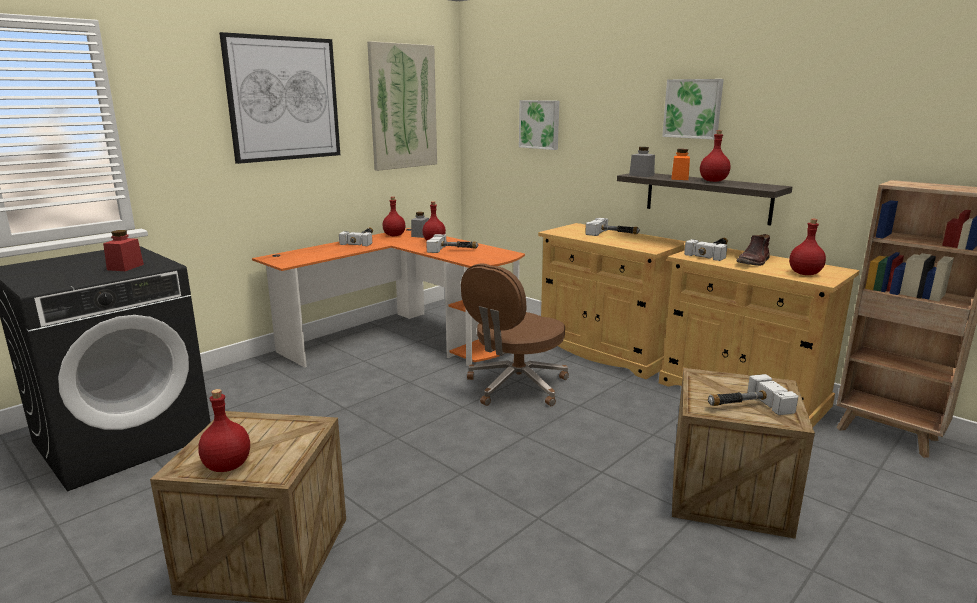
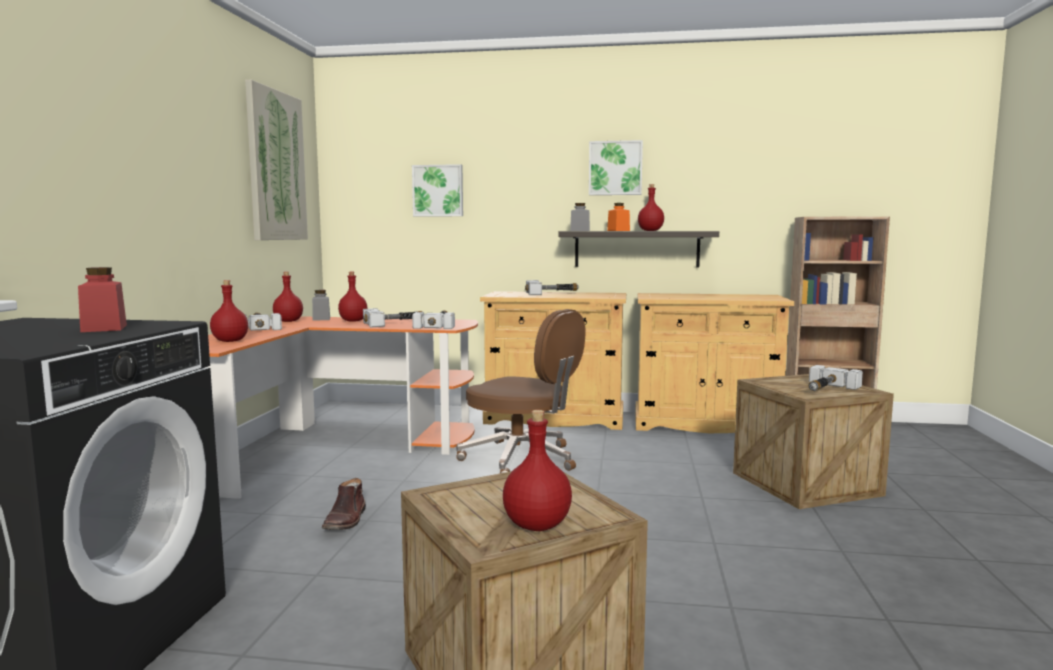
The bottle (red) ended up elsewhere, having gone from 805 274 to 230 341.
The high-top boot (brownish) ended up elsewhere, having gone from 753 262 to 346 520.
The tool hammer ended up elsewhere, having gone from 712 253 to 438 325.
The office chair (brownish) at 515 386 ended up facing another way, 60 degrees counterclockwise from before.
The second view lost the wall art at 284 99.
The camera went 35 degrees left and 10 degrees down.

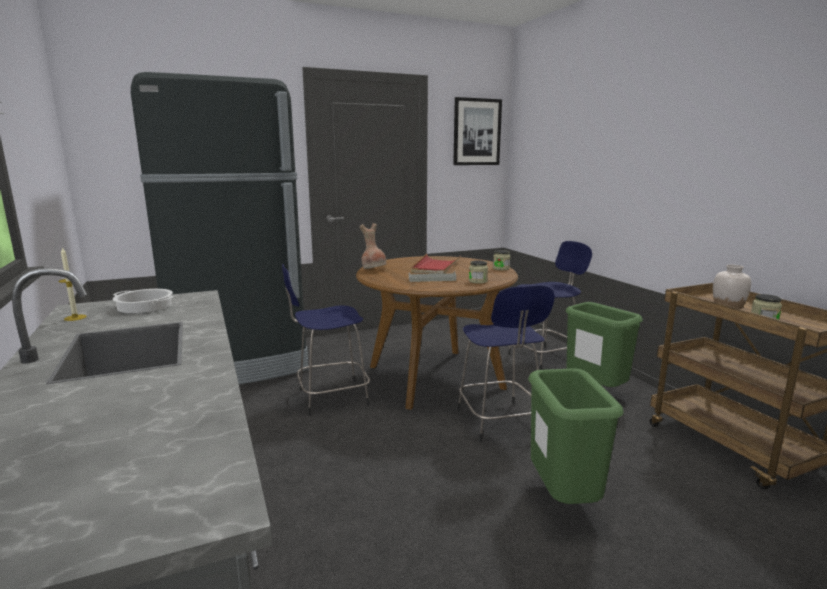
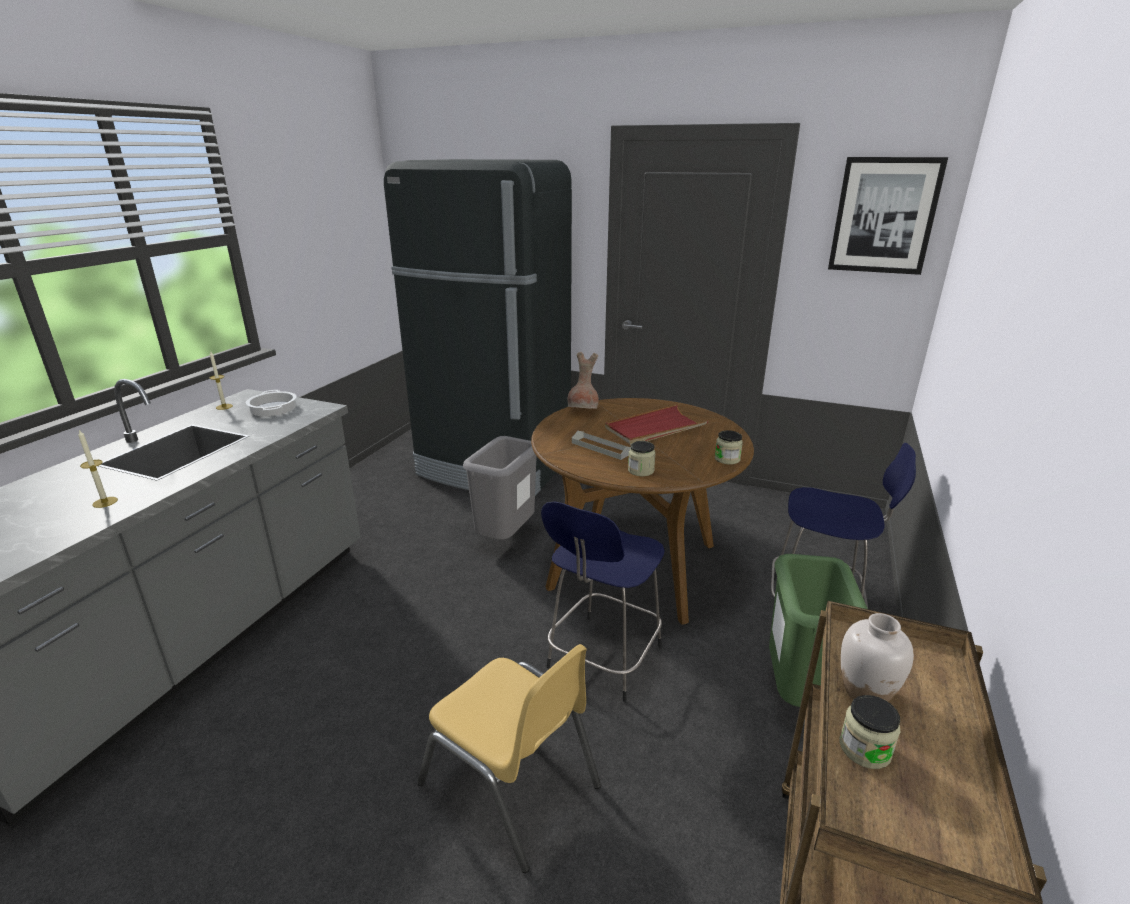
The second view gained the wax light at 105 502.
Where the rubbish bin (greenish) stood at 564 500, the chair (yellowish) came to stand at 511 785.
Where the sitting stool (blue-coloured) stood at 330 397, the rubbish bin (greyish) came to stand at 505 538.
The camera went 45 degrees right and 10 degrees up.

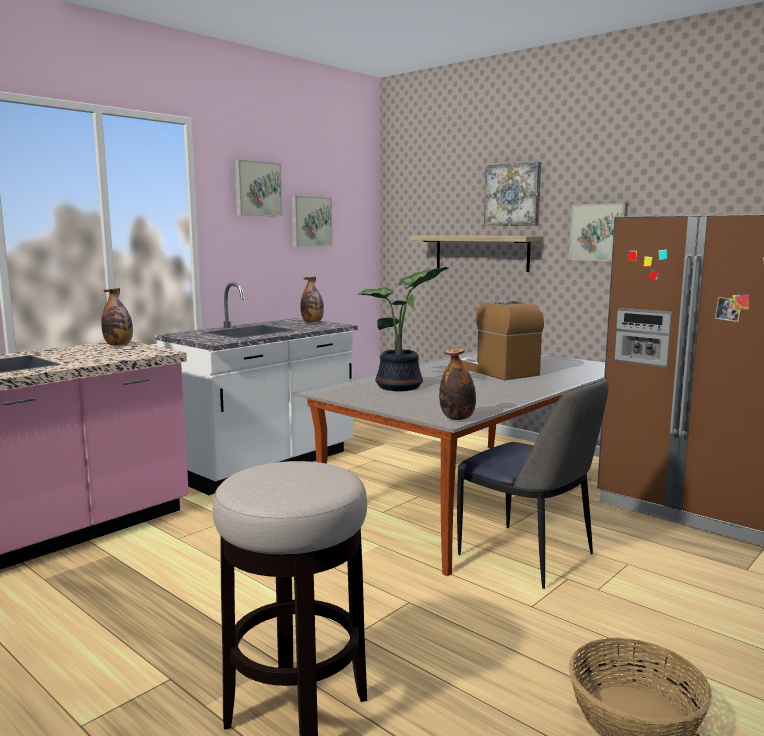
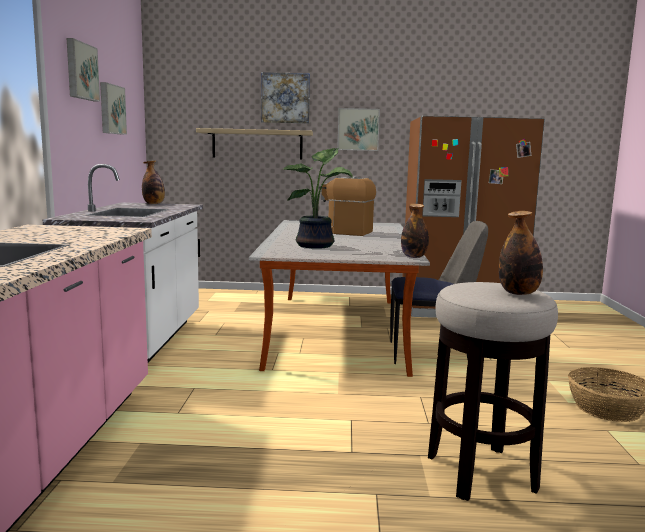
The bottle ended up elsewhere, having gone from 118 345 to 518 293.
The camera went 40 degrees left and 0 degrees up.

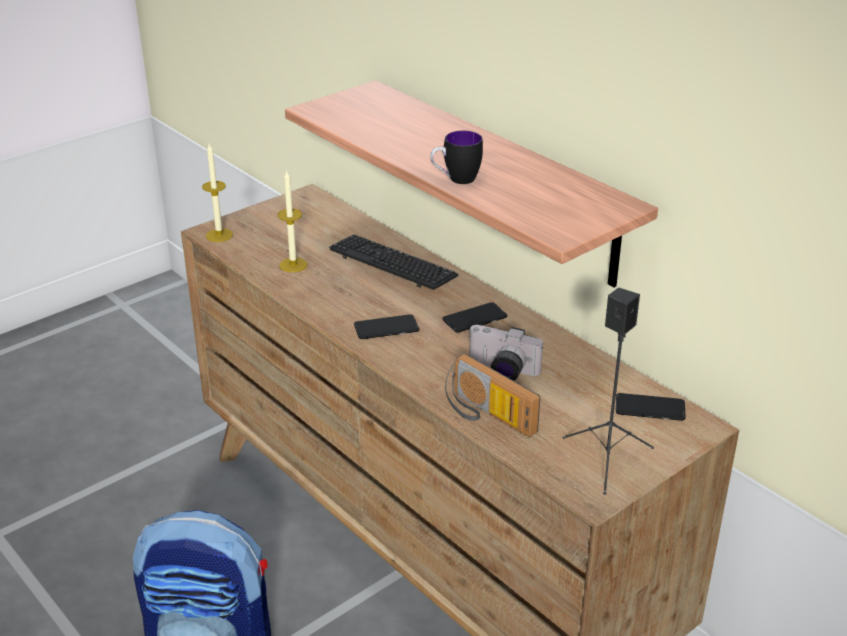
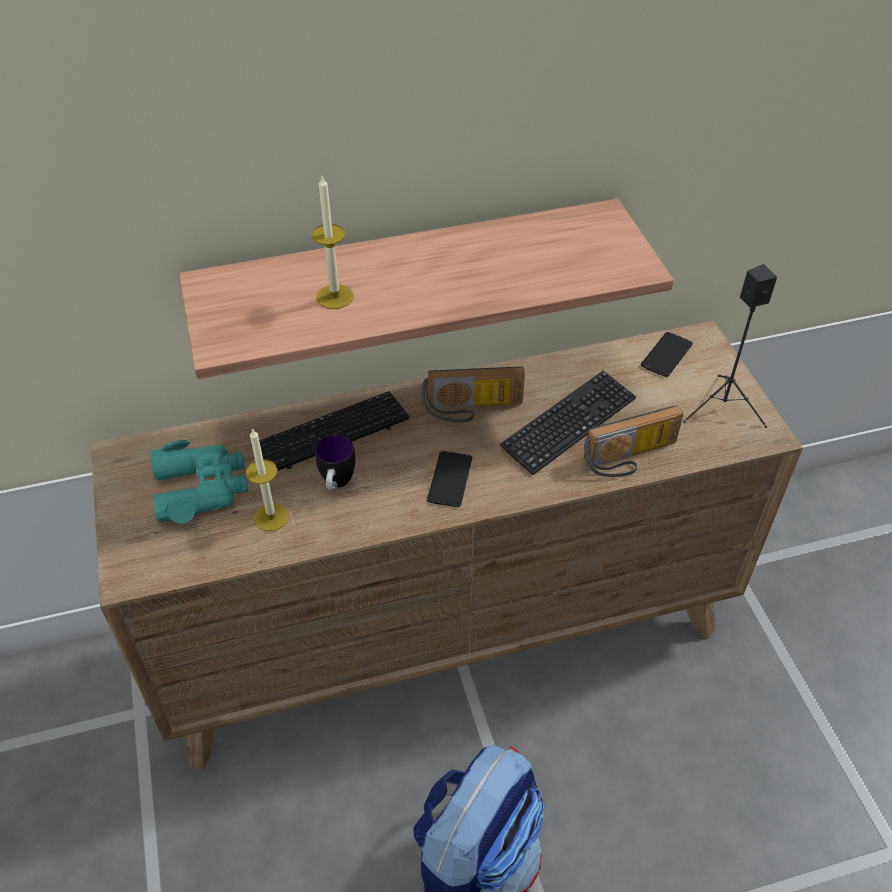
The second view gained the pair of binoculars (turquoise) at 201 488.
The wax light ended up elsewhere, having gone from 219 235 to 335 296.
The mug ended up elsewhere, having gone from 455 180 to 336 484.
Where the handset stood at 474 318, the radio receiver came to stand at 472 409.
Where the photo camera stood at 501 371, the computer keyboard came to stand at 569 423.
The camera went 65 degrees left and 15 degrees up.

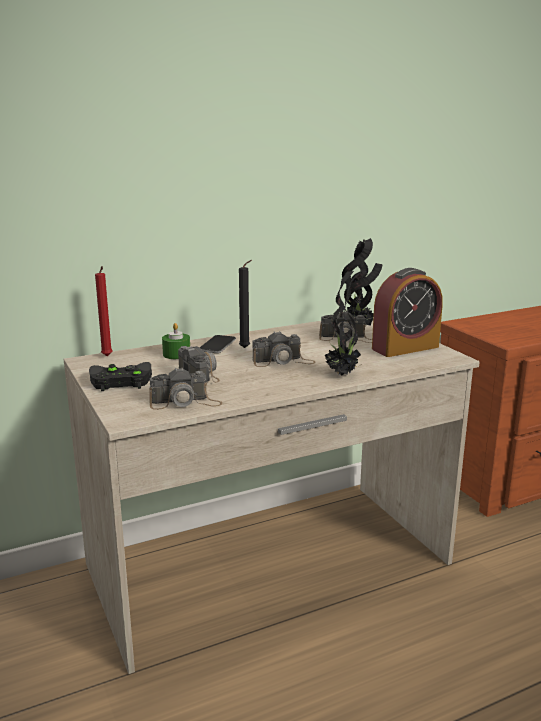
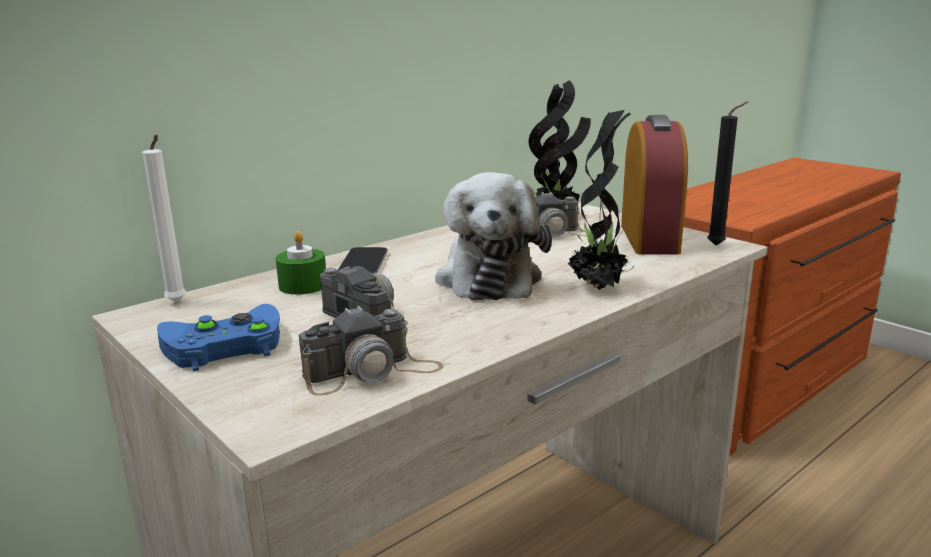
What was the wax light (red) at 107 357 turned into the wax light (white) at 178 303.
What was the gamepad (black-coloured) at 119 381 turned into the gamepad (blue-coloured) at 220 346.
Where the photo camera stood at 283 361, the soft toy came to stand at 489 278.
The alarm clock at 405 348 ended up facing another way, 45 degrees counterclockwise from before.
The wax light (black-coloured) ended up elsewhere, having gone from 246 348 to 718 245.
The camera went 15 degrees left and 0 degrees up.

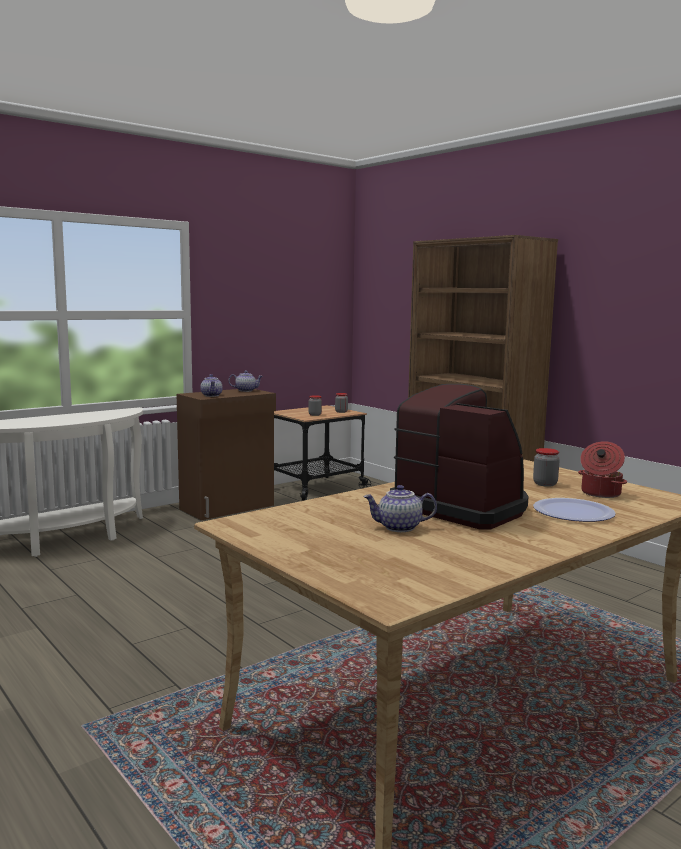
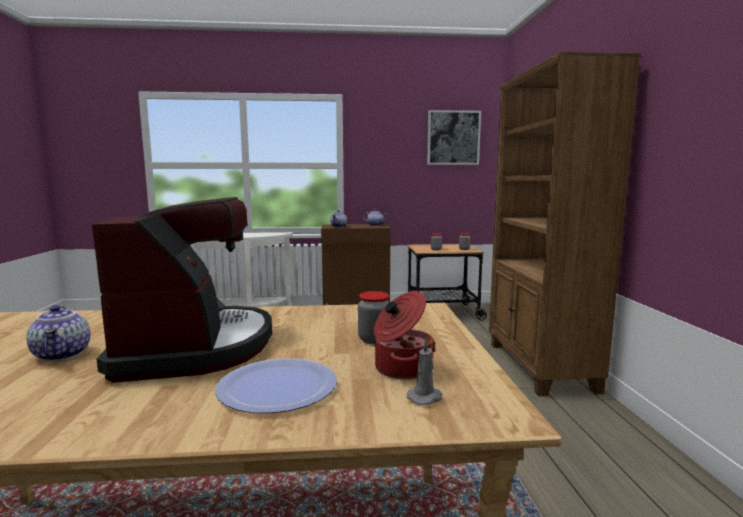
The pot for tea at 399 528 ended up facing another way, 150 degrees counterclockwise from before.
The second view gained the wax light (greyish) at 425 398.
The second view gained the wall art at 453 138.
The camera went 35 degrees right and 0 degrees up.

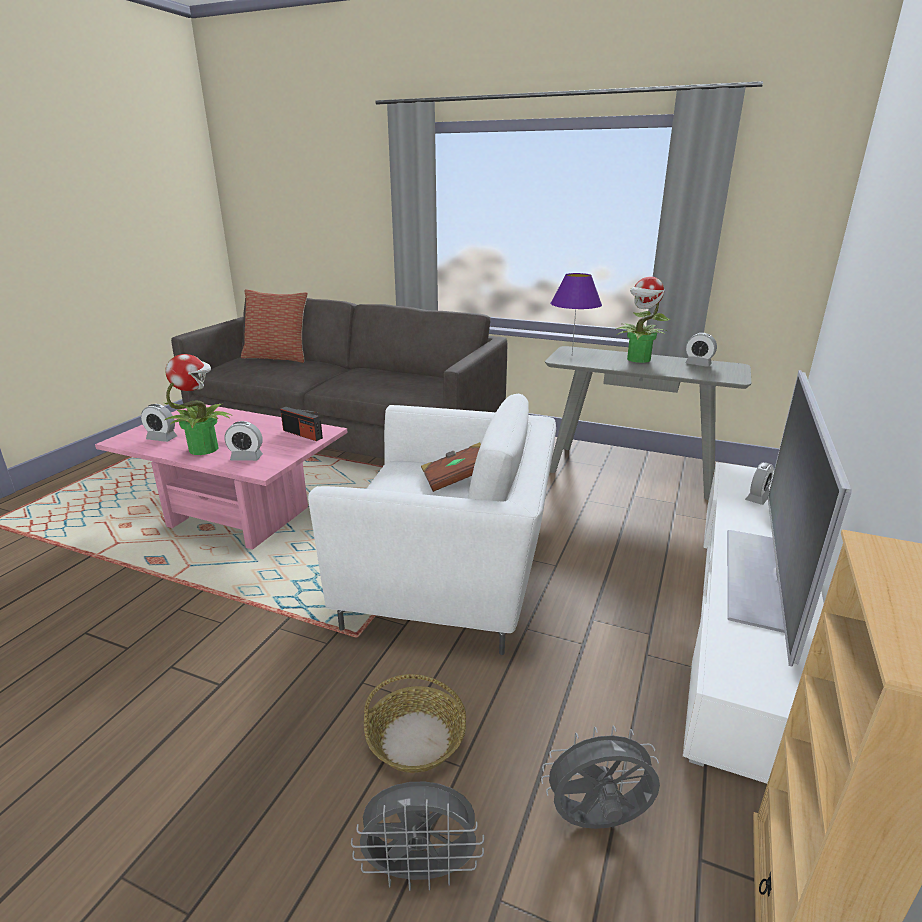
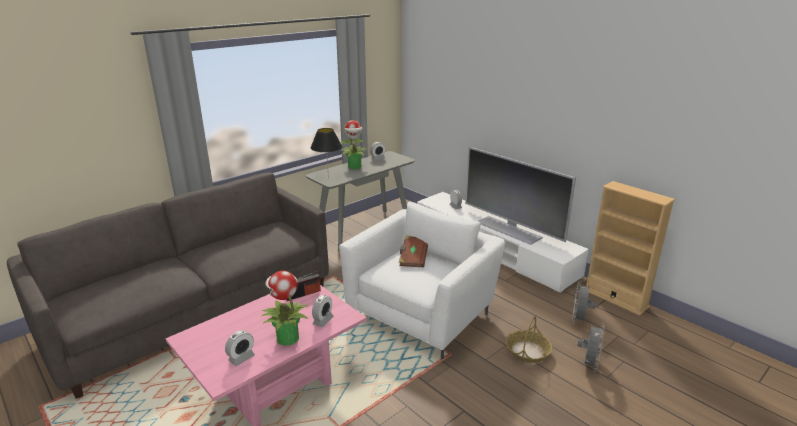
What was the table lamp (purplish) at 571 356 turned into the table lamp (black-coloured) at 328 178.
The second view lost the cushion at 277 357.
The camera went 65 degrees left and 0 degrees up.

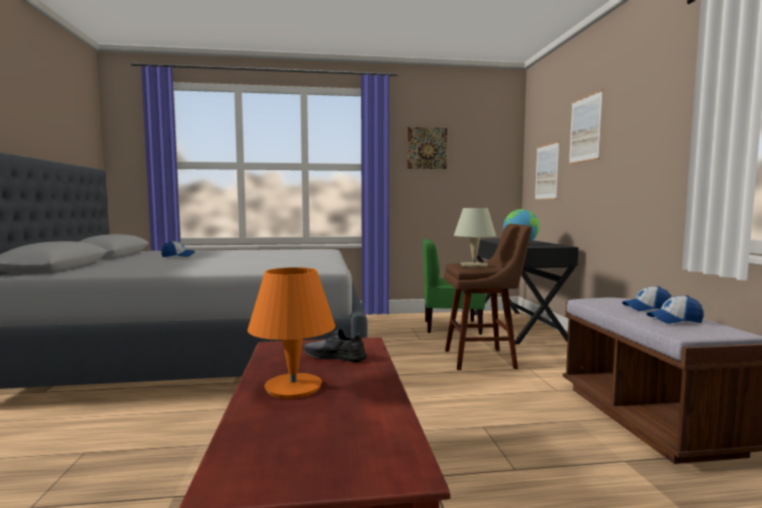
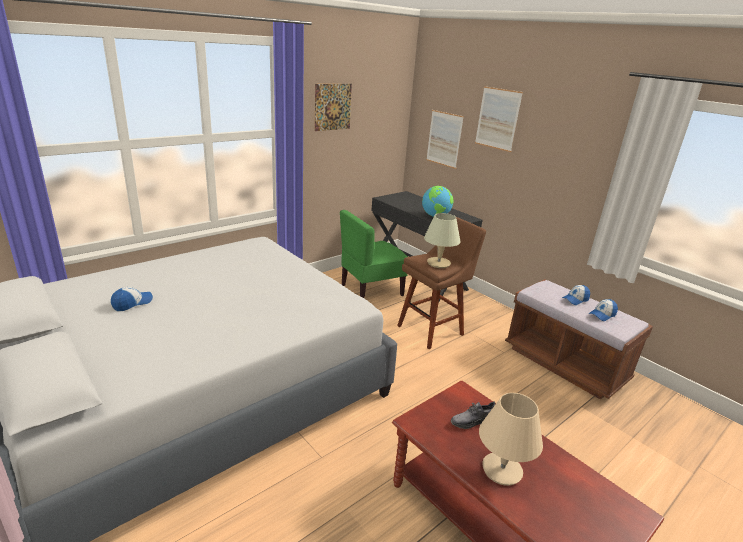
What was the table lamp (orange) at 293 387 turned into the table lamp (sand-coloured) at 502 470.
The camera went 35 degrees left and 20 degrees up.

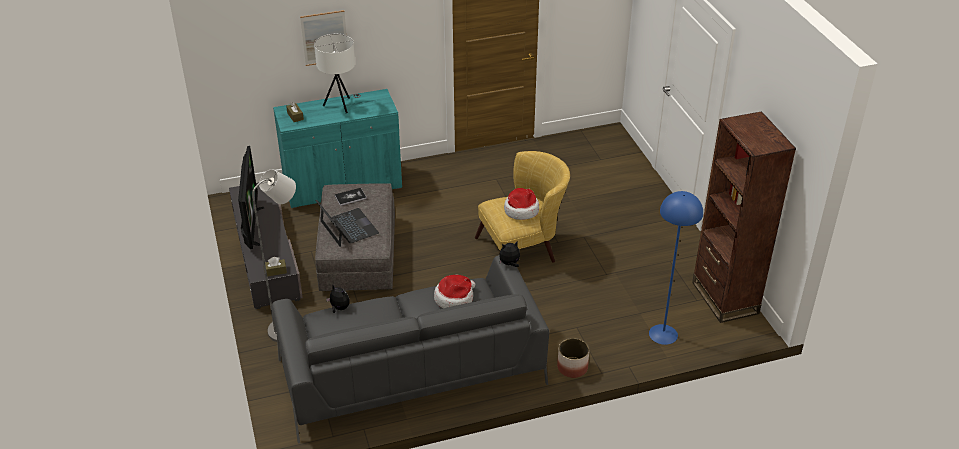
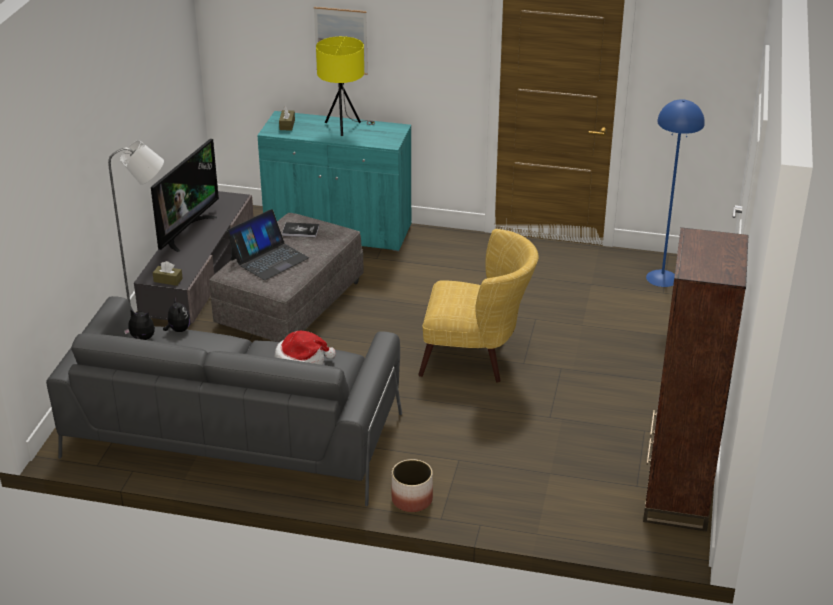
The soft toy ended up elsewhere, having gone from 509 264 to 142 339.
The portable computer at 348 227 ended up facing another way, 45 degrees clockwise from before.
What was the table lamp (white) at 341 105 turned into the table lamp (yellowish) at 344 127.
The floor lamp (blue-coloured) ended up elsewhere, having gone from 663 334 to 662 278.
The second view lost the hat at 521 210.
The camera went 30 degrees right and 5 degrees down.

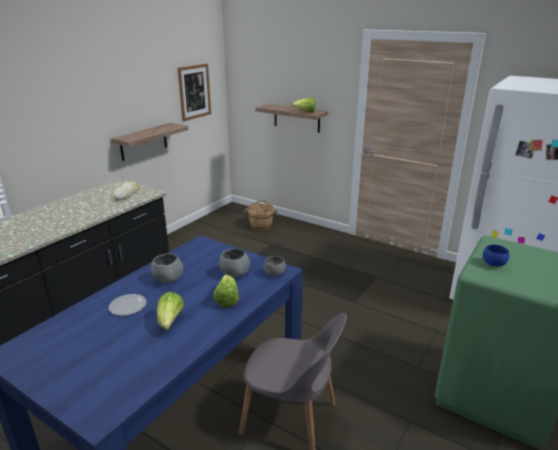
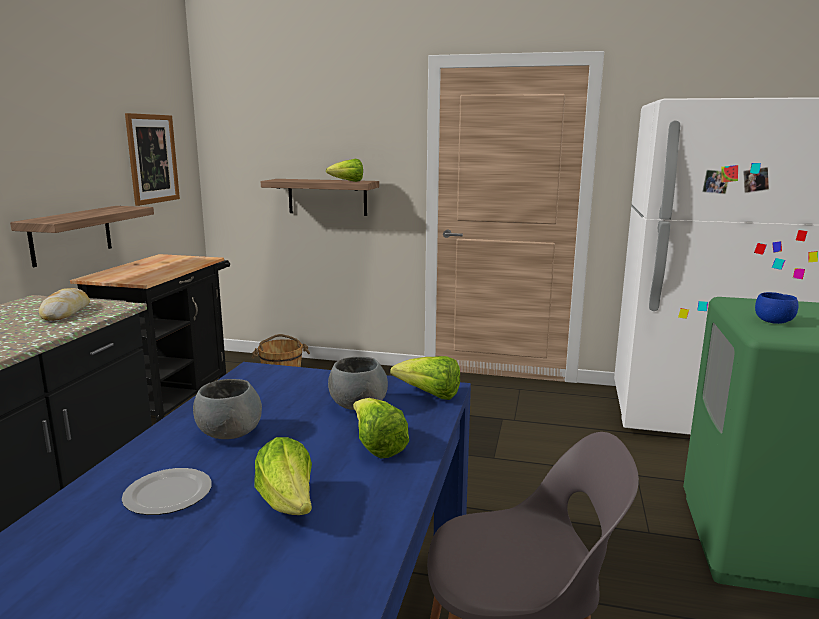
The second view gained the wheeled cart (black-coloured) at 173 401.
Where the bowl (greyish) stood at 274 273, the lettuce came to stand at 430 395.
The camera went 20 degrees left and 10 degrees down.

